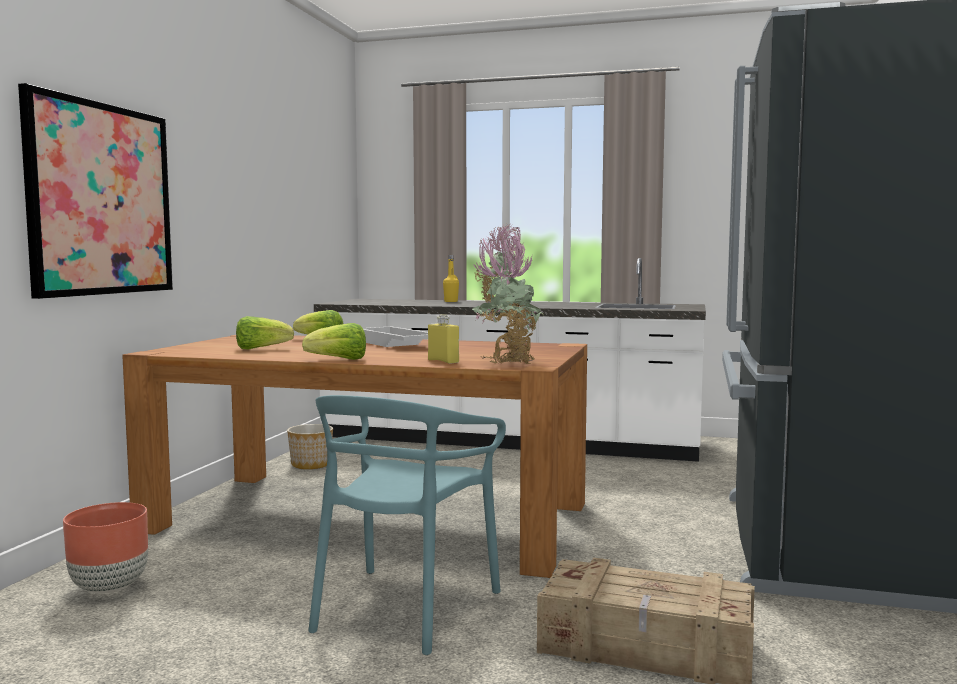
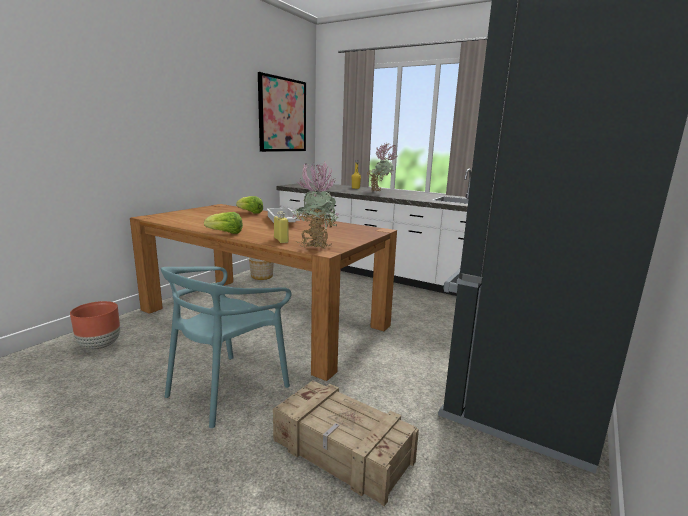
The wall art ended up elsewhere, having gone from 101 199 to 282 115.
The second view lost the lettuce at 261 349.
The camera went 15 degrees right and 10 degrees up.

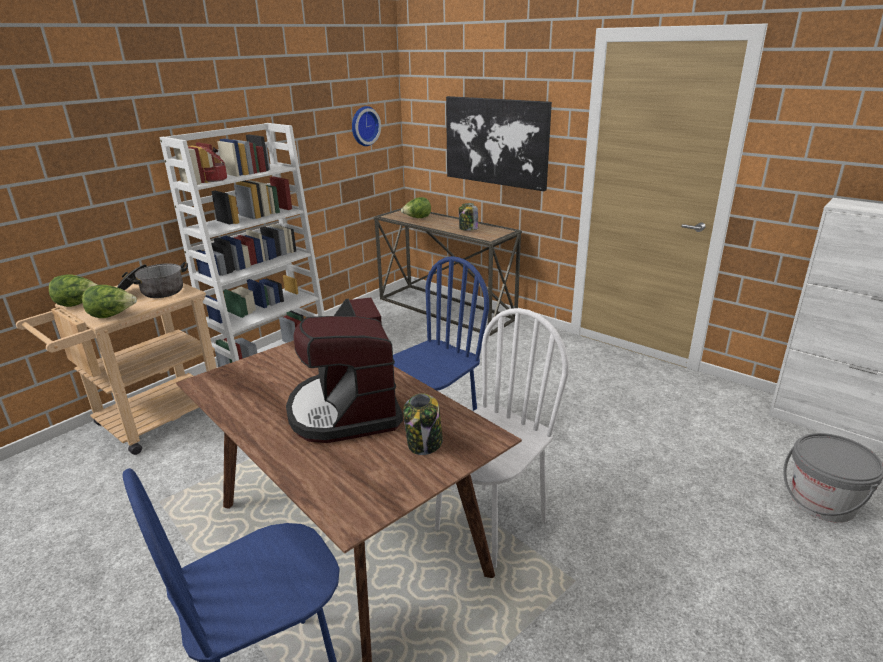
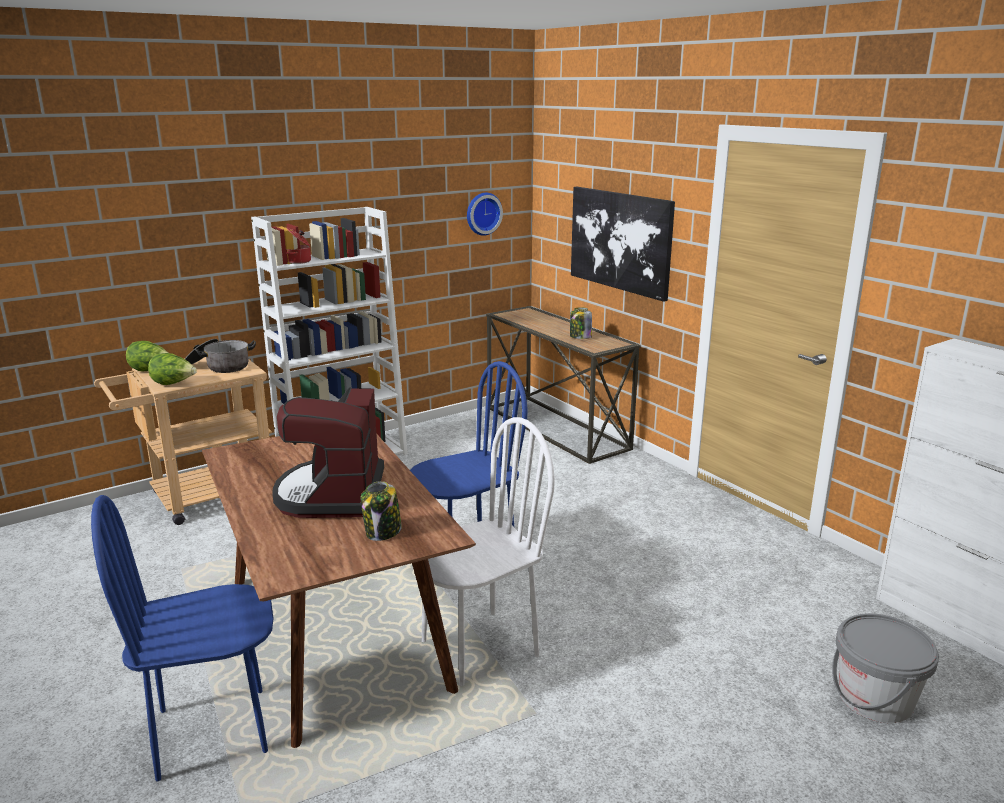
The second view lost the lettuce at 417 218.
The camera went 15 degrees right and 5 degrees down.

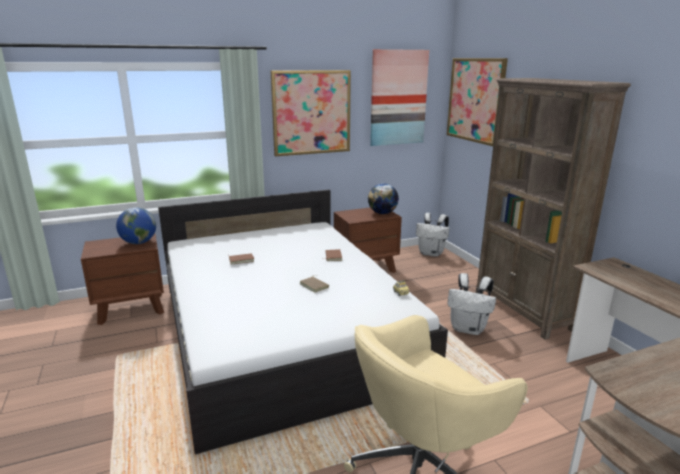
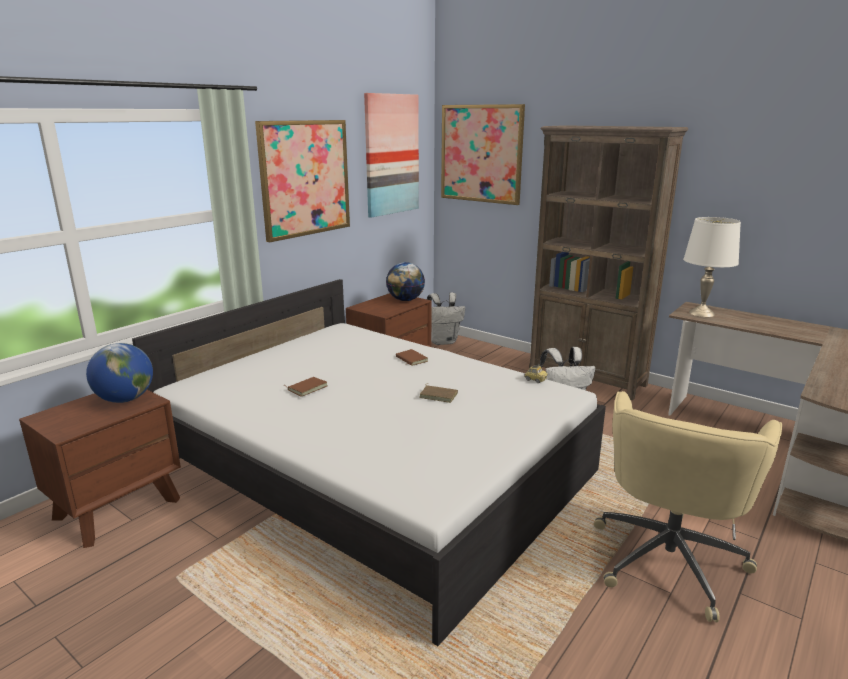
The second view gained the table lamp (white) at 702 313.
The camera went 30 degrees left and 0 degrees up.

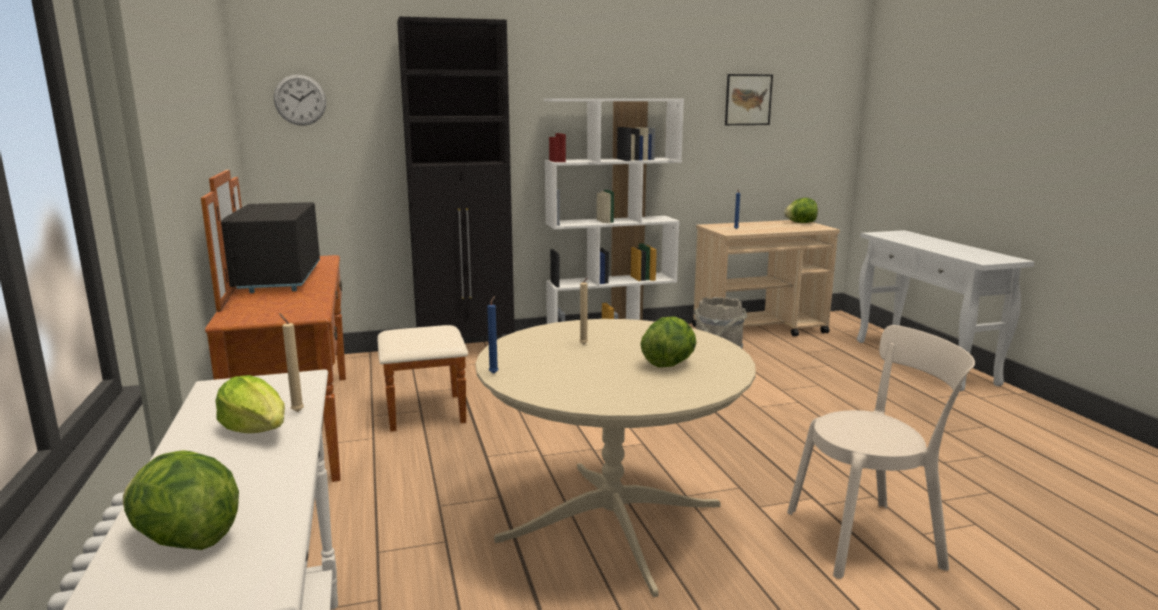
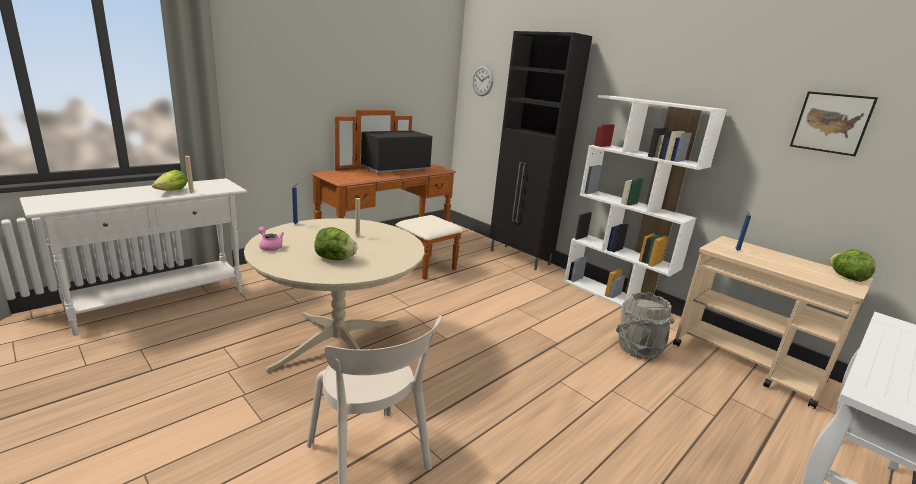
The second view gained the pot for tea (pinkish) at 270 246.
The second view lost the lettuce at 185 540.
The camera went 60 degrees right and 5 degrees up.

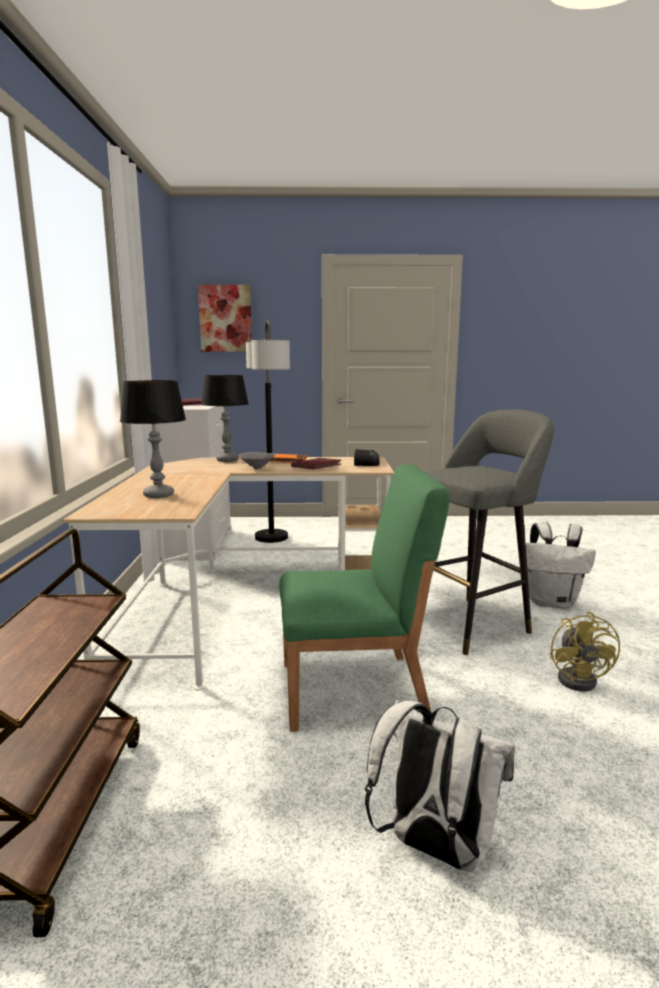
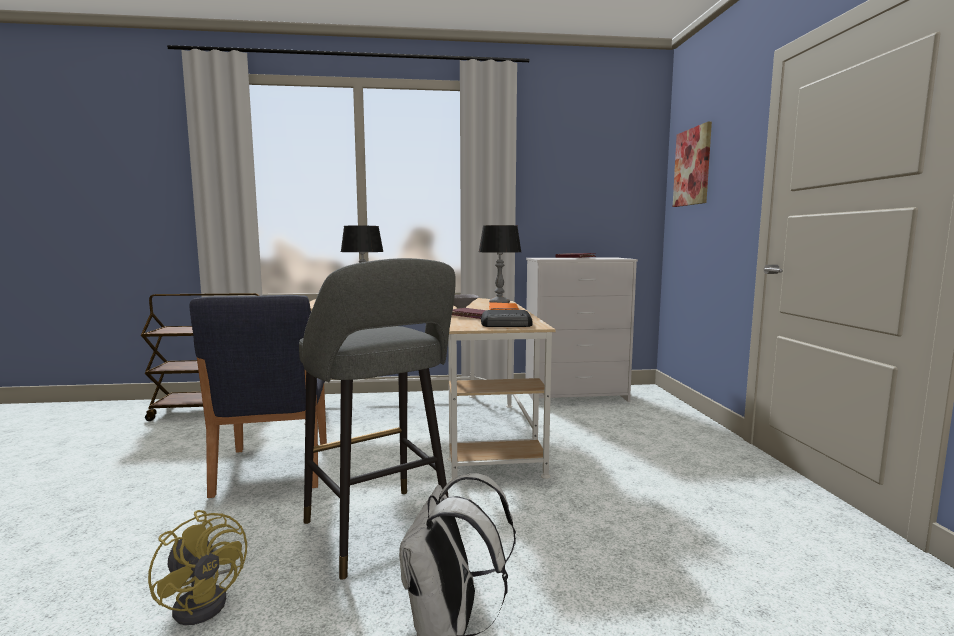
The cooling fan (yellowish) at 581 679 ended up facing another way, 135 degrees counterclockwise from before.
What was the chair (greenish) at 355 690 turned into the chair (blue-coloured) at 272 468.
The second view lost the floor lamp at 271 537.
The second view lost the rucksack (white) at 434 847.
The camera went 85 degrees right and 5 degrees down.

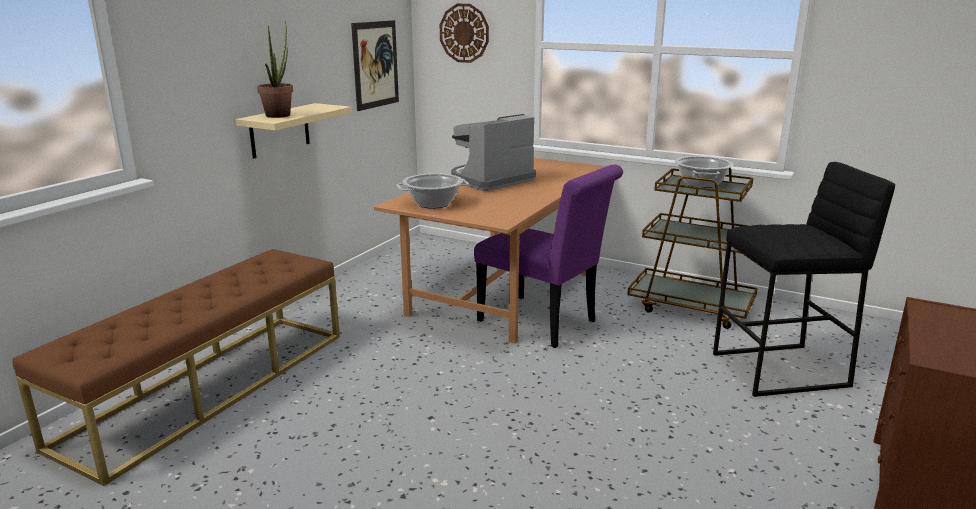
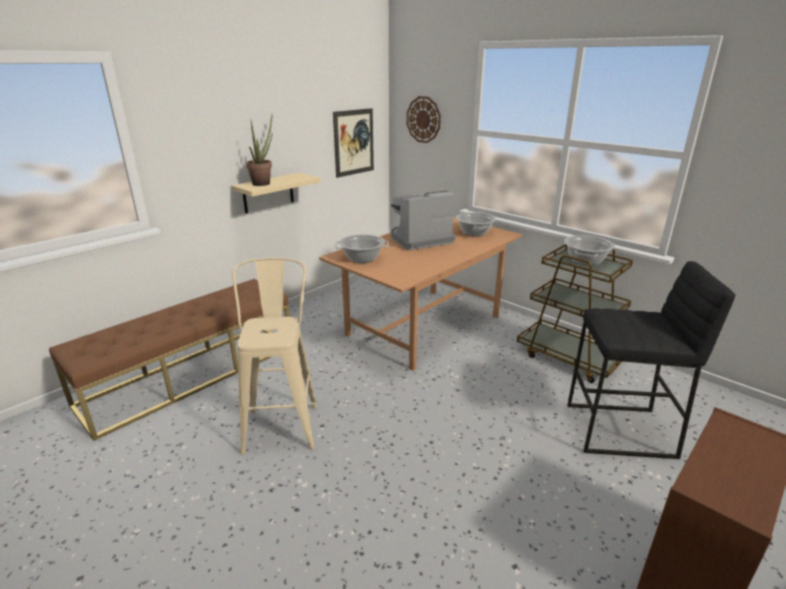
The second view gained the sitting stool (sand-coloured) at 282 422.
The second view gained the cooking pot at 474 233.
The second view lost the chair (purplish) at 543 323.
The camera went 15 degrees right and 5 degrees up.

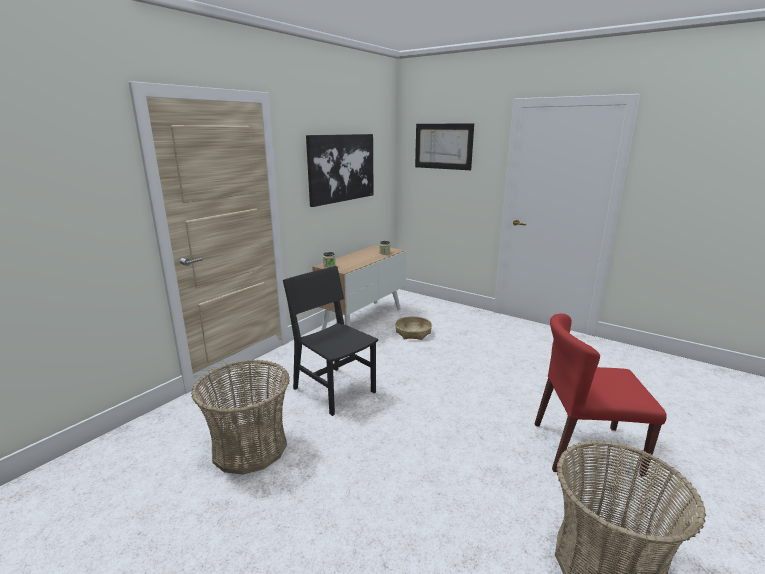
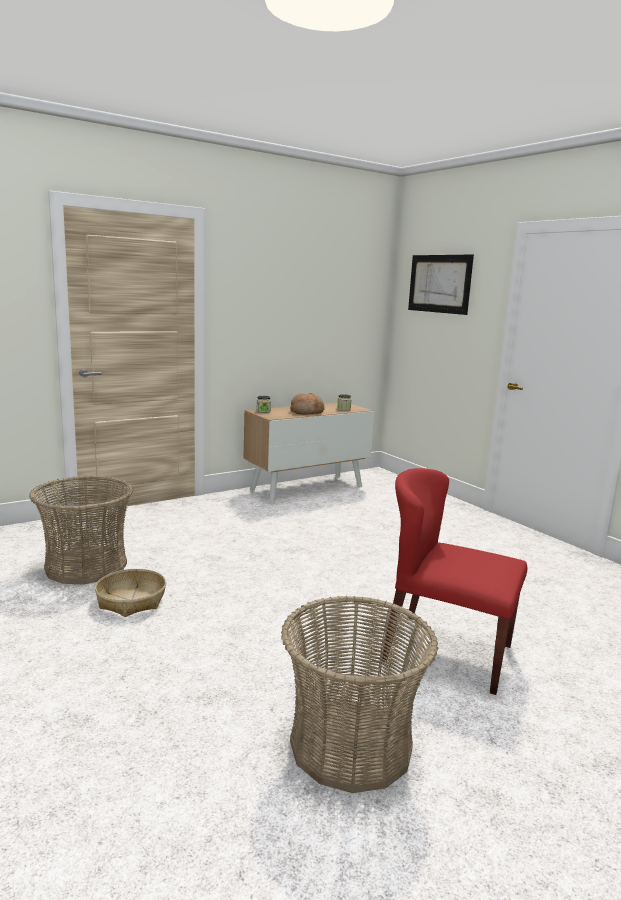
The storage basket ended up elsewhere, having gone from 413 333 to 131 601.
The second view gained the bakery bread at 307 412.
The second view lost the chair (black-coloured) at 334 390.
The second view lost the wall art at 341 168.
The camera went 20 degrees right and 5 degrees down.

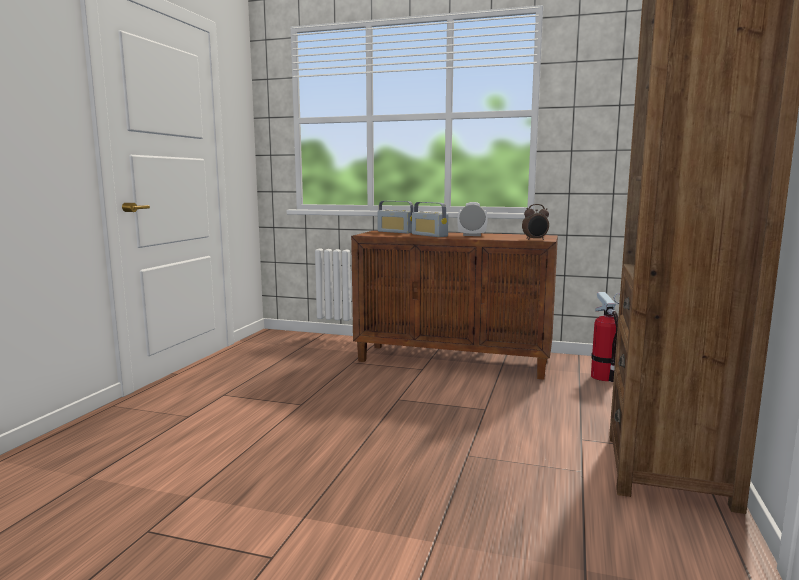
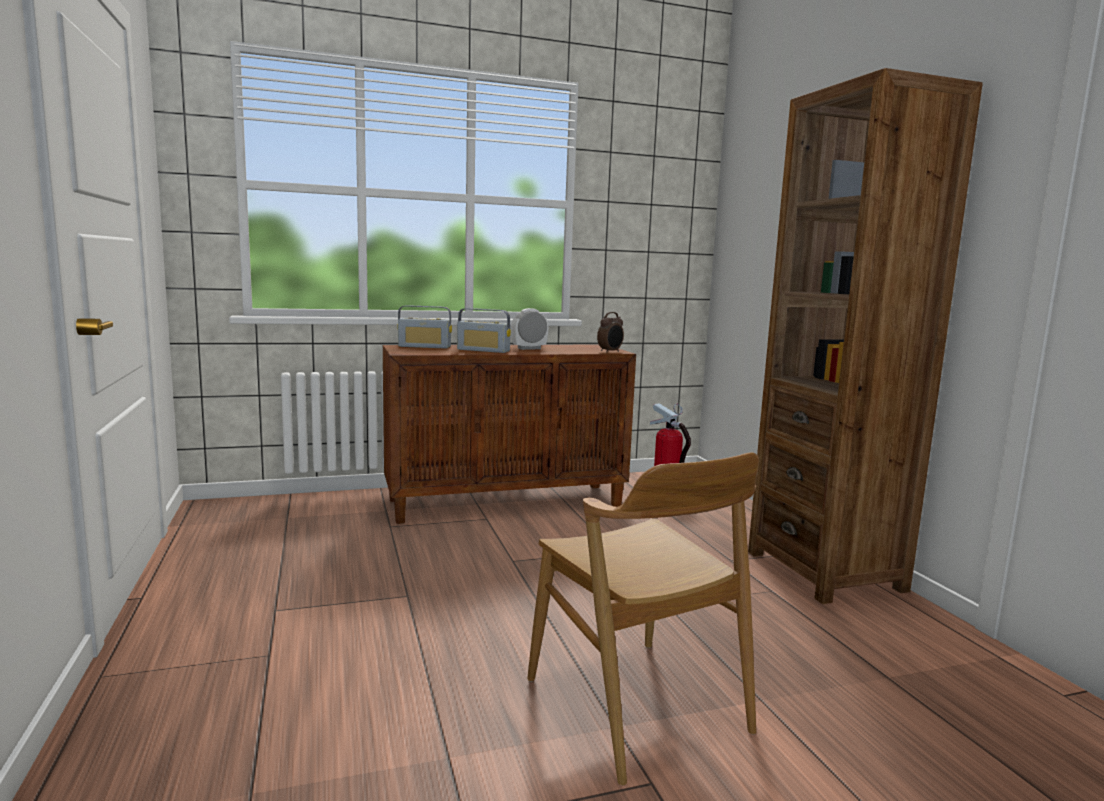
The second view gained the chair (brownish) at 636 705.
The camera went 35 degrees left and 0 degrees up.

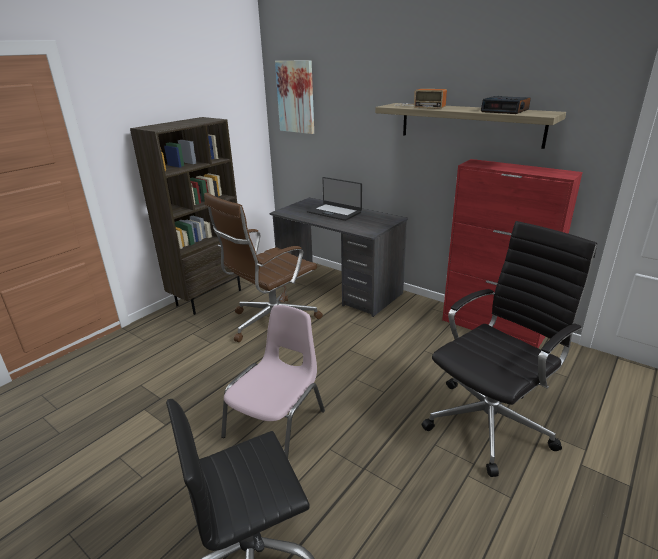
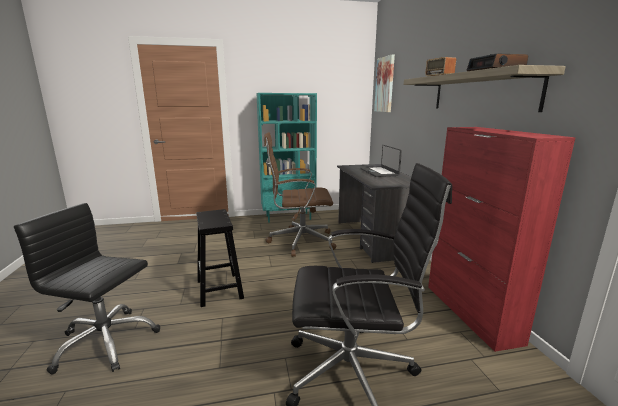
Where the chair (pinkish) stood at 277 423, the sitting stool (black-coloured) came to stand at 220 289.
What was the shelving unit (brownish) at 209 297 turned into the shelving unit (turquoise) at 288 217.
The camera went 40 degrees right and 10 degrees down.

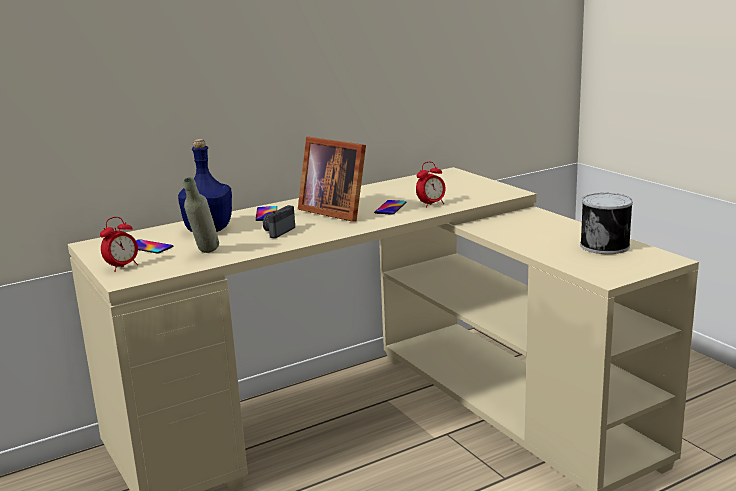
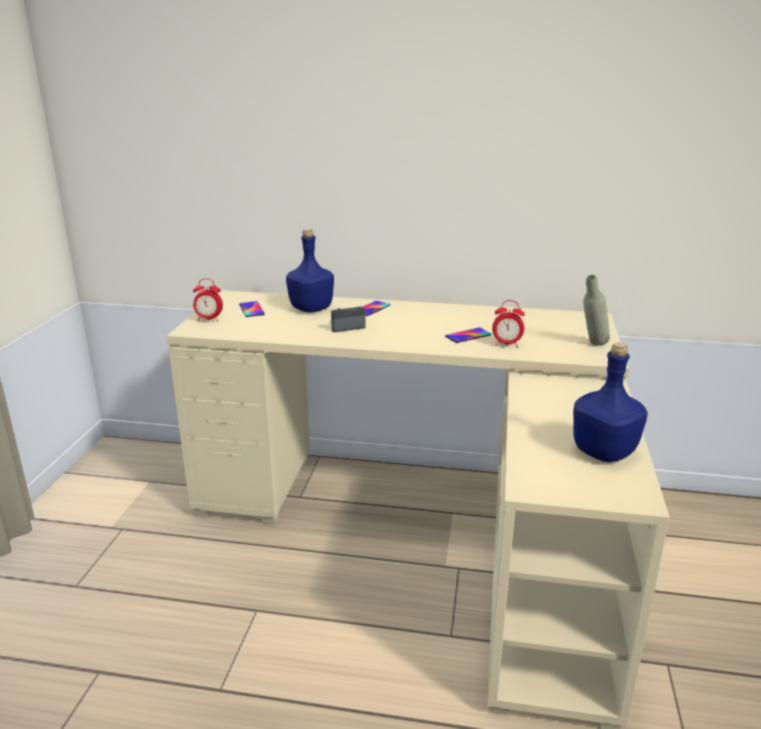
Where the sealed can stood at 605 245, the bottle (blue-coloured) came to stand at 605 452.
The bottle (greyish) ended up elsewhere, having gone from 204 254 to 592 345.
The second view lost the picture frame at 334 211.
The camera went 40 degrees right and 5 degrees up.

